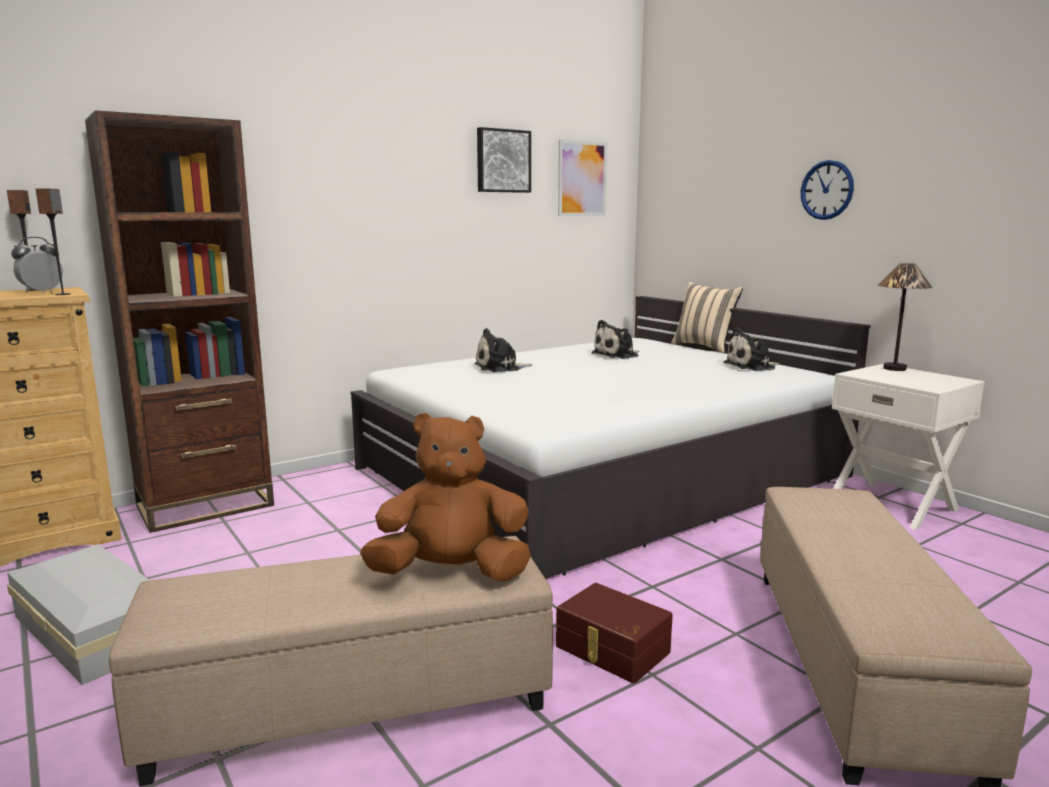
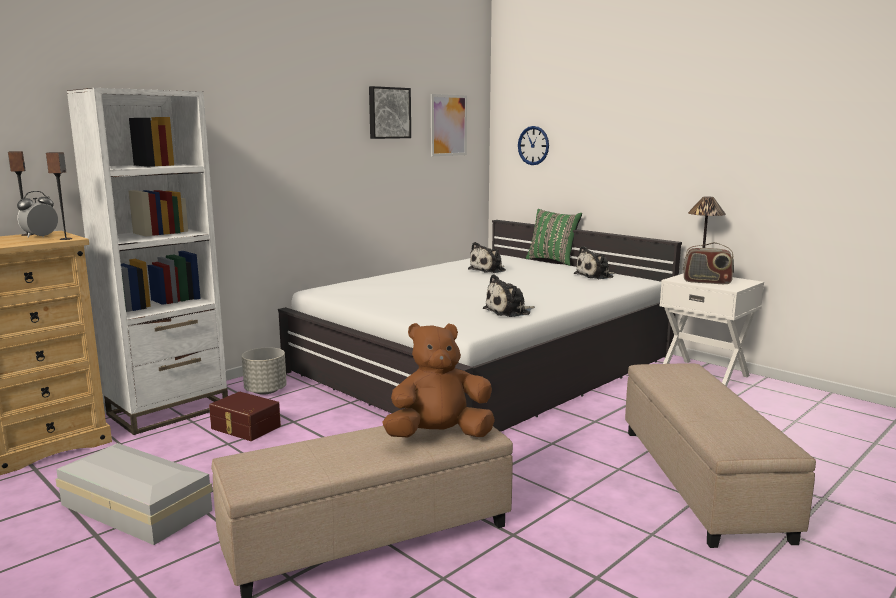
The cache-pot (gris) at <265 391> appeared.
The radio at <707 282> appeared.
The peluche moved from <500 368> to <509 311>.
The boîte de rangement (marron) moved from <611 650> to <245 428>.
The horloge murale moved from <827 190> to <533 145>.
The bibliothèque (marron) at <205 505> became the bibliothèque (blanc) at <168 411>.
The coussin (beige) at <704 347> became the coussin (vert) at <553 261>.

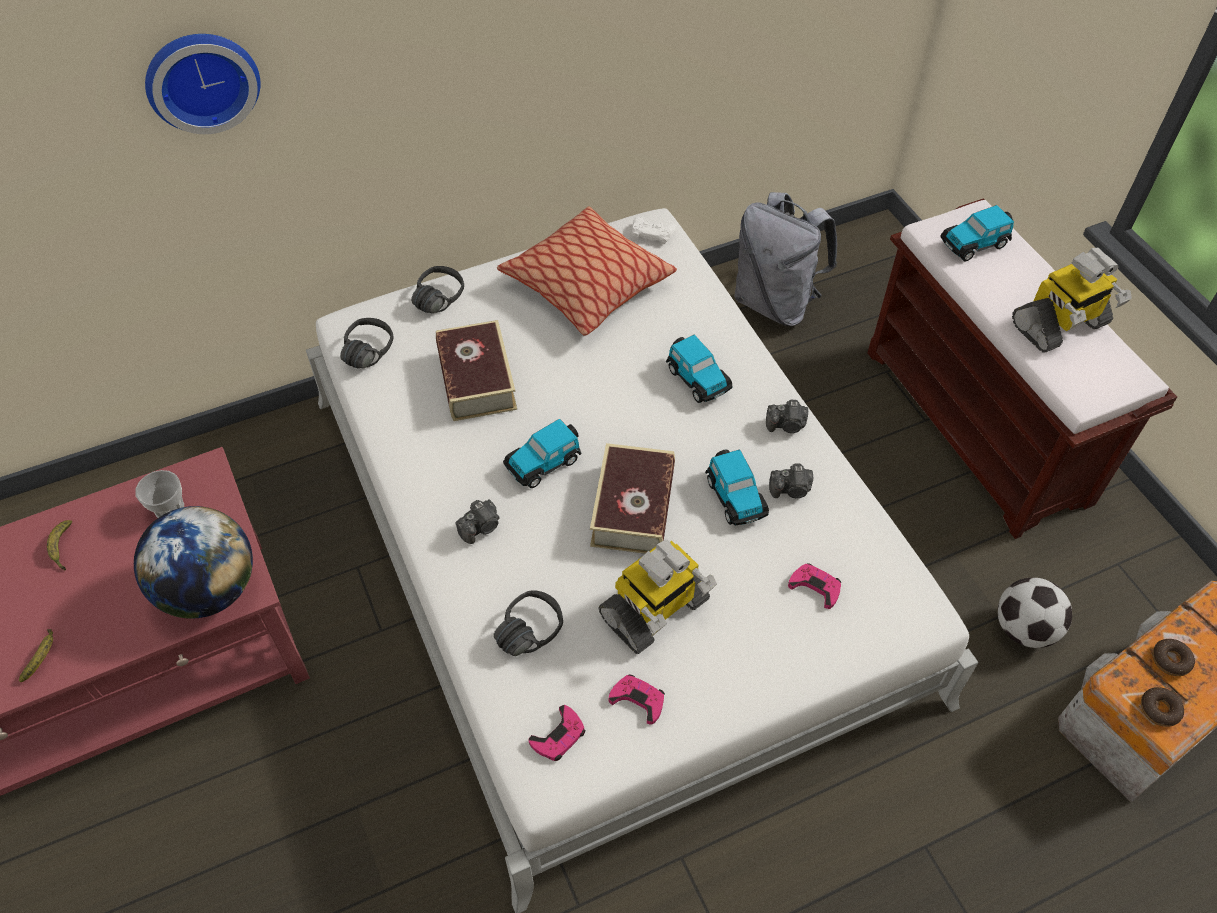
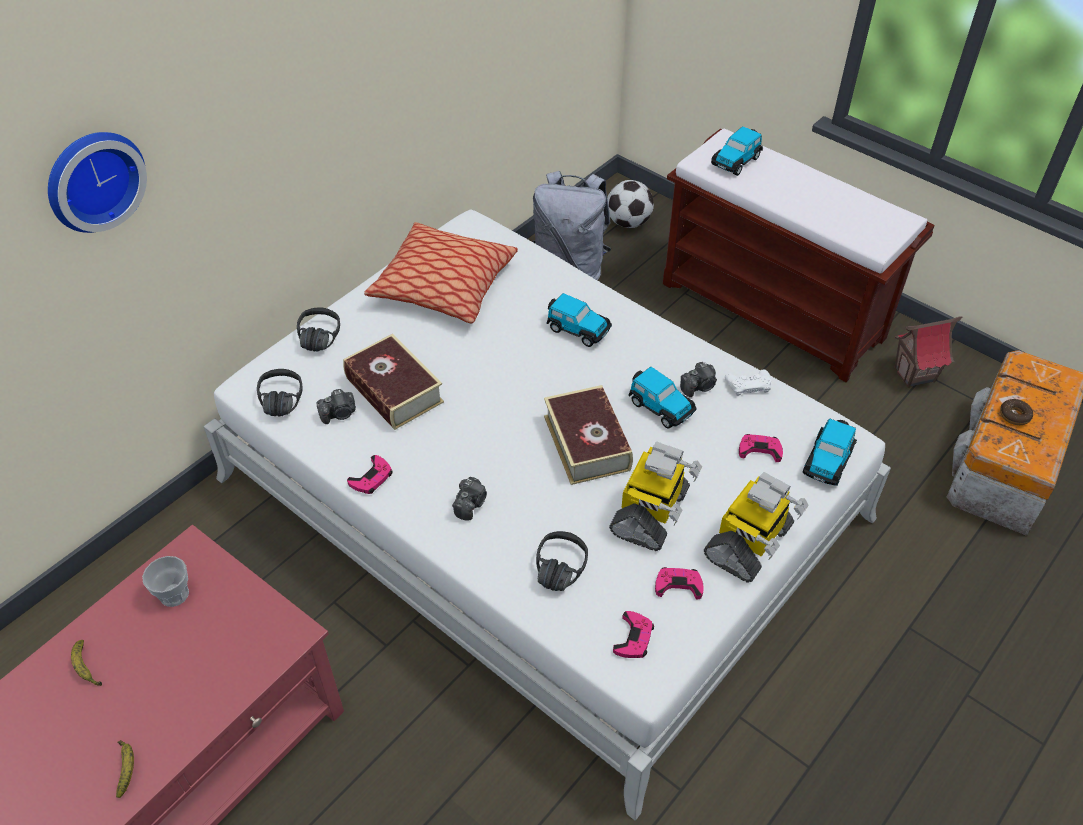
The globe at <210 590> disappeared.
The beignet at <1159 709> disappeared.
The manette (rose) at <371 478> appeared.
The maison miniature at <914 375> appeared.
The petite voiture moved from <544 462> to <827 461>.
The manette (blanc) moved from <652 233> to <748 385>.
The appareil photo moved from <786 425> to <339 414>.
The ballon de foot moved from <1024 629> to <628 222>.
The robot jouet moved from <1059 325> to <749 544>.

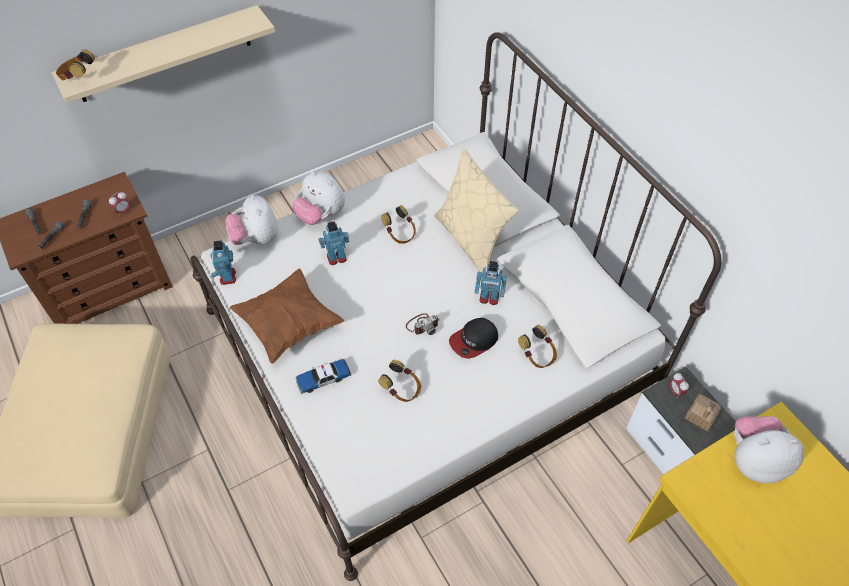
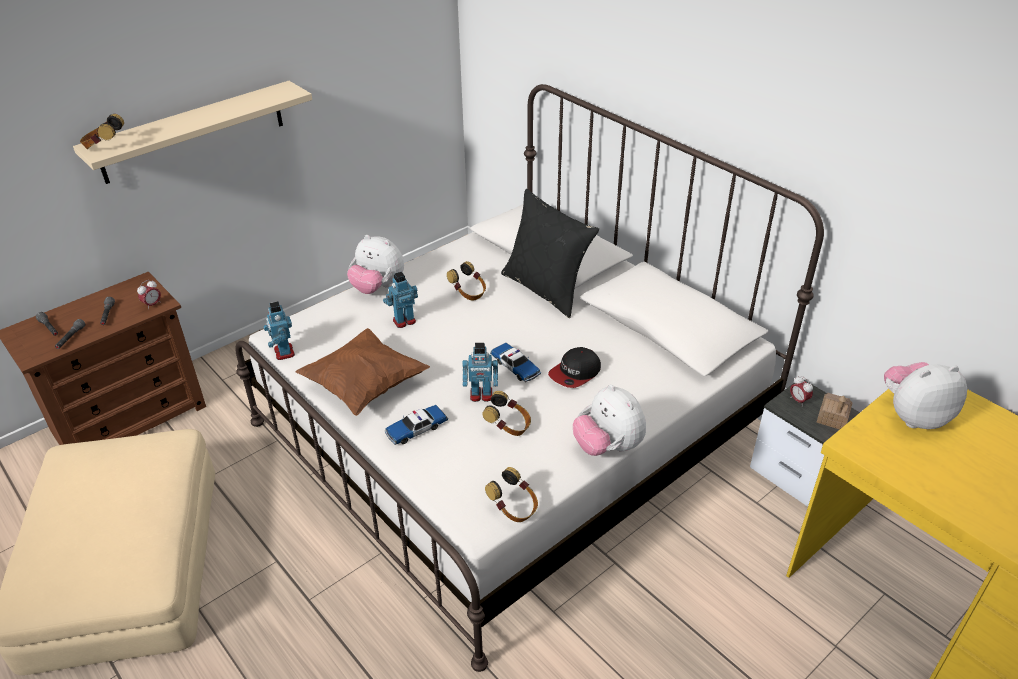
The peluche moved from <256 239> to <608 447>.
The robot jouet moved from <489 298> to <481 395>.
The casque audio moved from <537 355> to <514 508>.
The appareil photo at <422 325> was replaced by the petite voiture at <515 367>.
The coussin (beige) at <471 239> became the coussin (noir) at <546 289>.

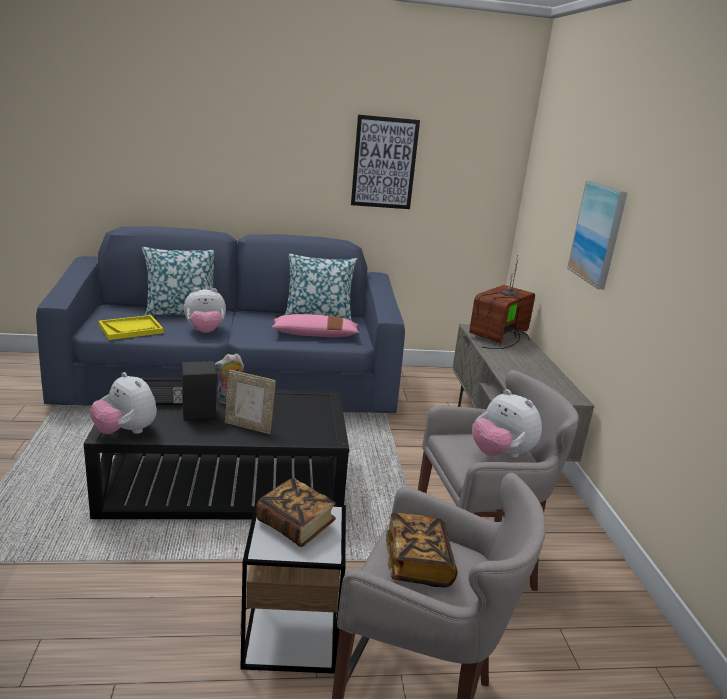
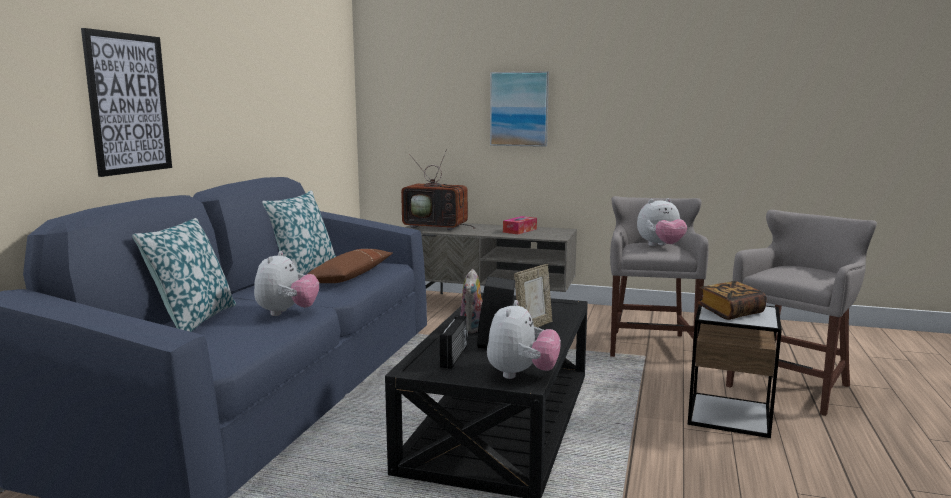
The plateau (jaune) at <131 329> disappeared.
The livre at <417 564> disappeared.
The boîte à mouchoirs at <520 230> appeared.
The tableau moved from <384 163> to <128 103>.
The coussin (rose) at <315 335> became the coussin (marron) at <350 277>.
The peluche at <126 431> turned 45 degrees counterclockwise.
The téléviseur at <499 337> turned 45 degrees counterclockwise.

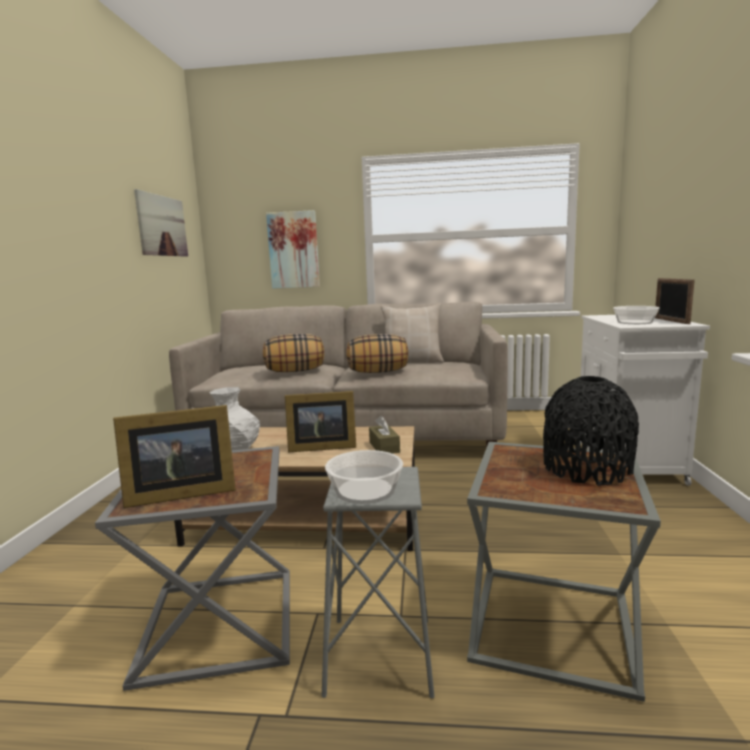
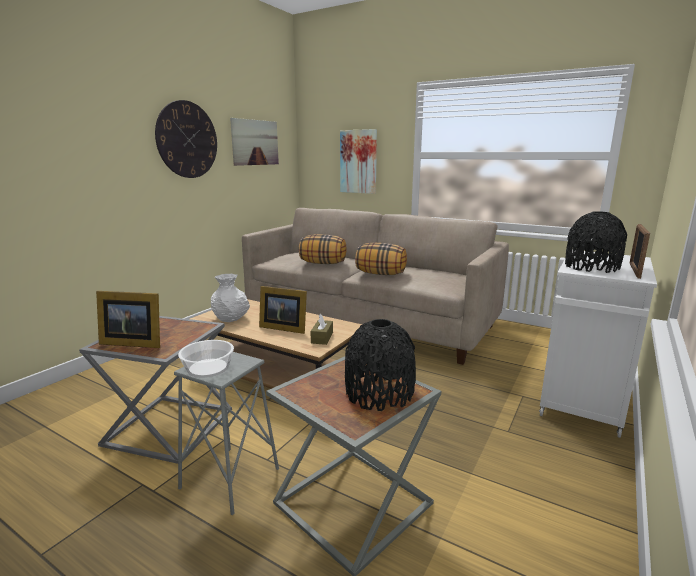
The coussin (beige) at <412 362> disappeared.
The horloge murale at <187 140> appeared.
The bol at <635 322> was replaced by the vase (noir) at <591 267>.

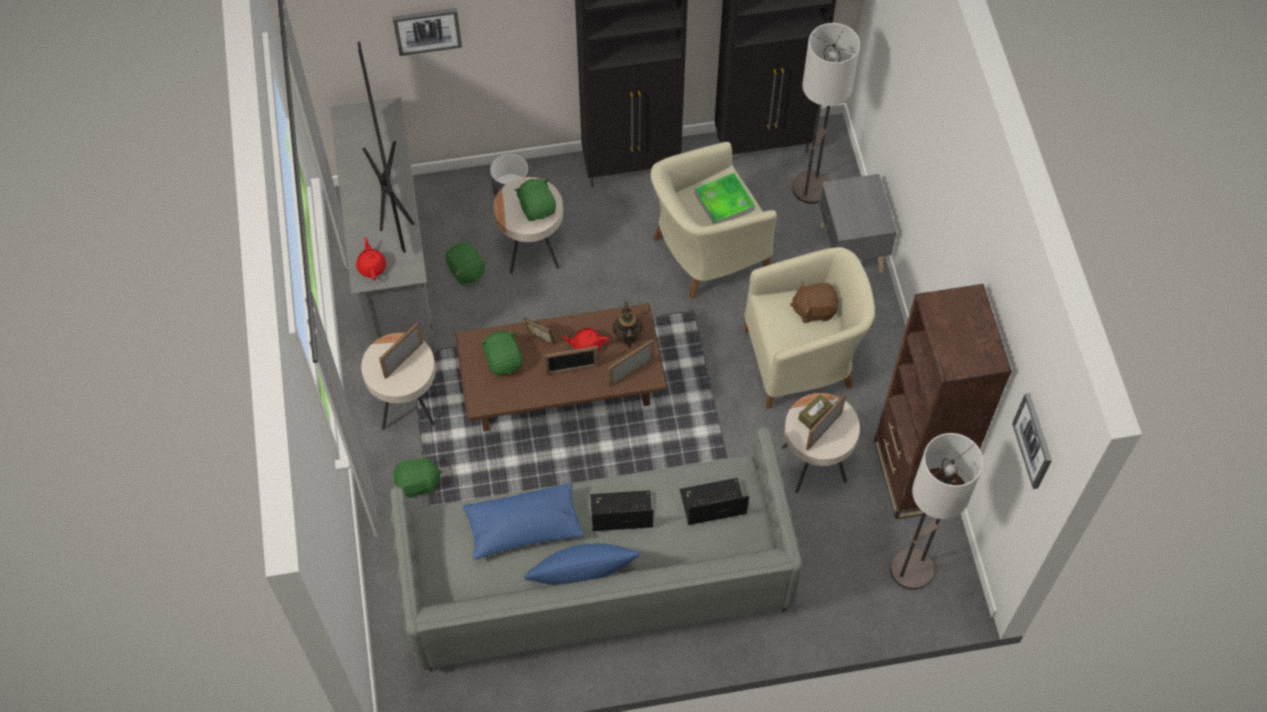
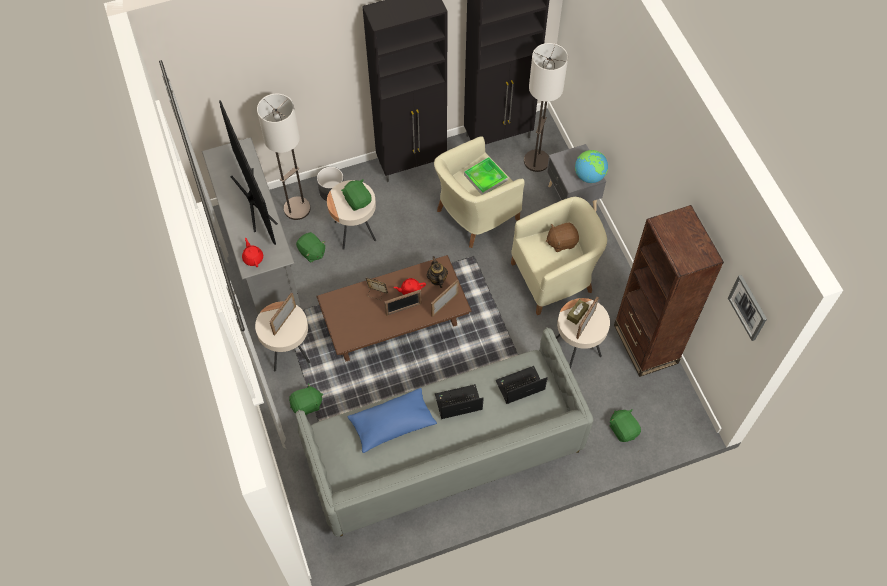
The tableau at <427 30> disappeared.
The coussin (bleu) at <581 574> disappeared.
The globe at <589 176> appeared.
The peluche (vert) moved from <504 360> to <623 429>.
The lampadaire moved from <911 569> to <297 208>.

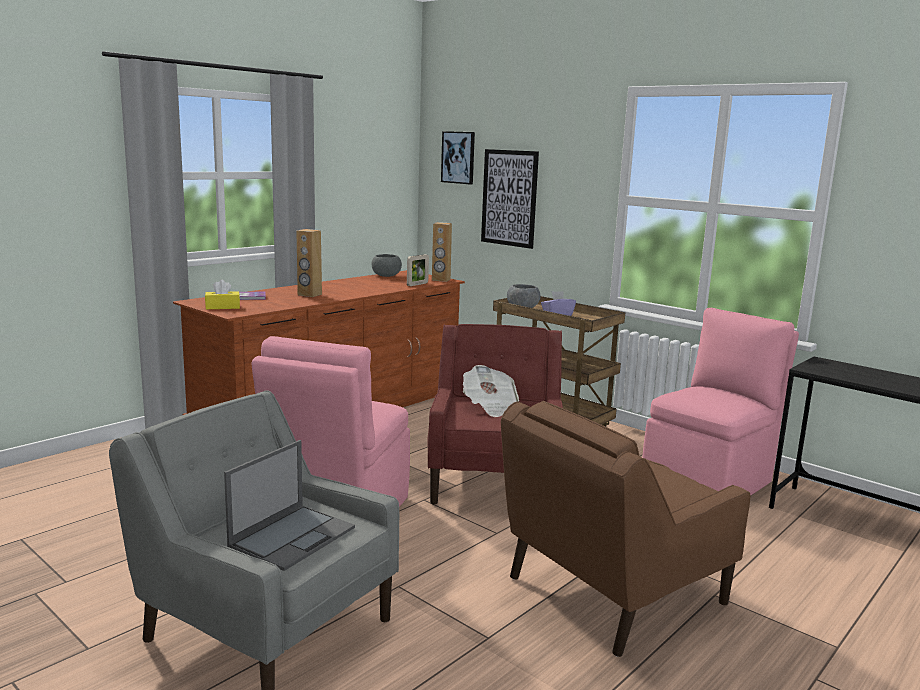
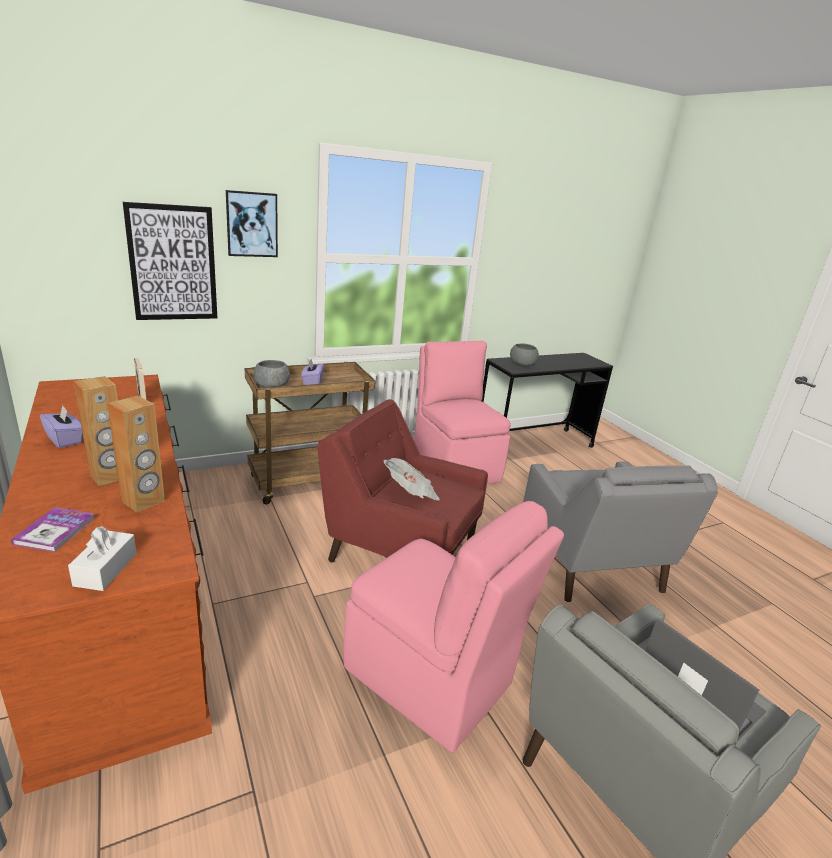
The boîte à mouchoirs (violet) at <65 439> appeared.
The bol (gris) moved from <386 276> to <522 365>.
The enceinte (marron) moved from <441 280> to <143 501>.
The tableau moved from <458 157> to <252 224>.
The boîte à mouchoirs (jaune) at <222 307> became the boîte à mouchoirs (blanc) at <105 569>.
The fauteuil (marron) at <612 592> became the fauteuil (gris) at <589 564>.

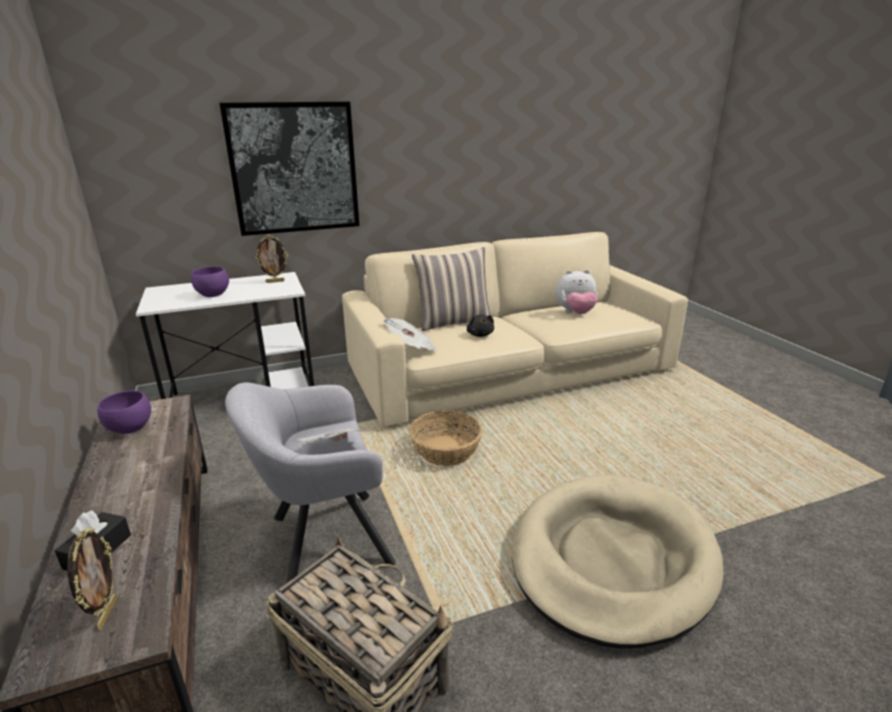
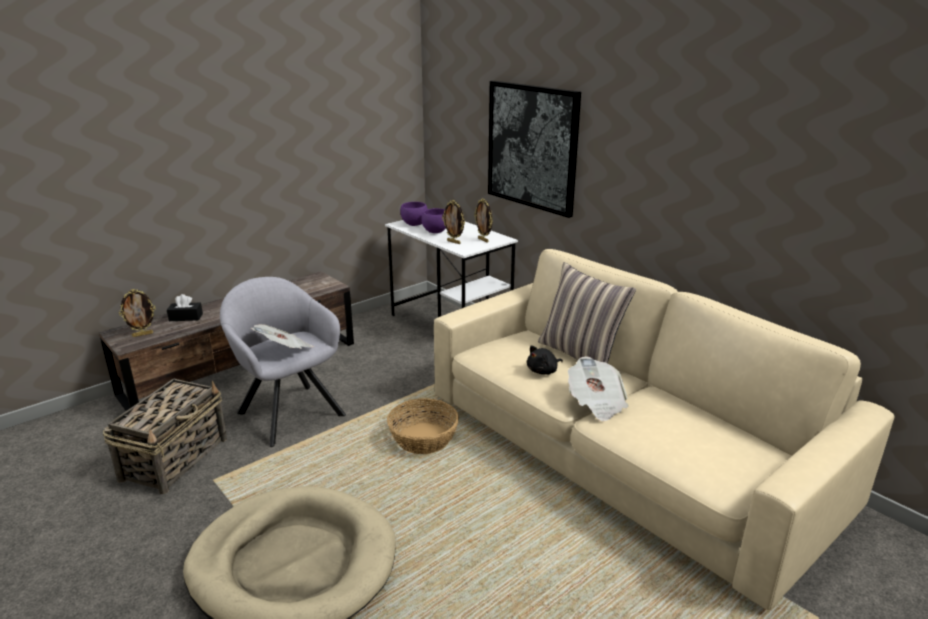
The peluche at <575 313> disappeared.
The cadre photo at <454 242> appeared.
The bol (violet) moved from <130 429> to <414 224>.
The journal moved from <411 347> to <596 403>.

